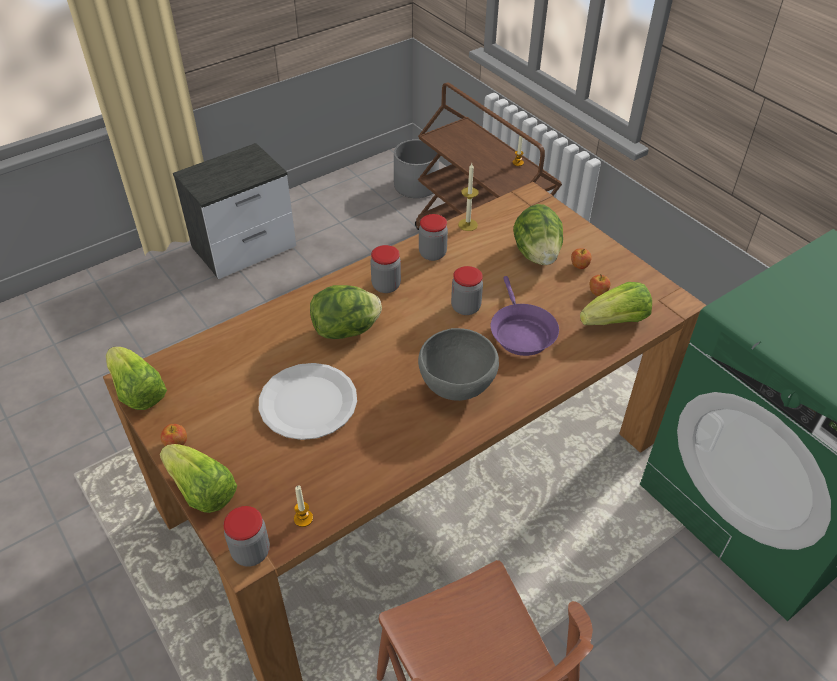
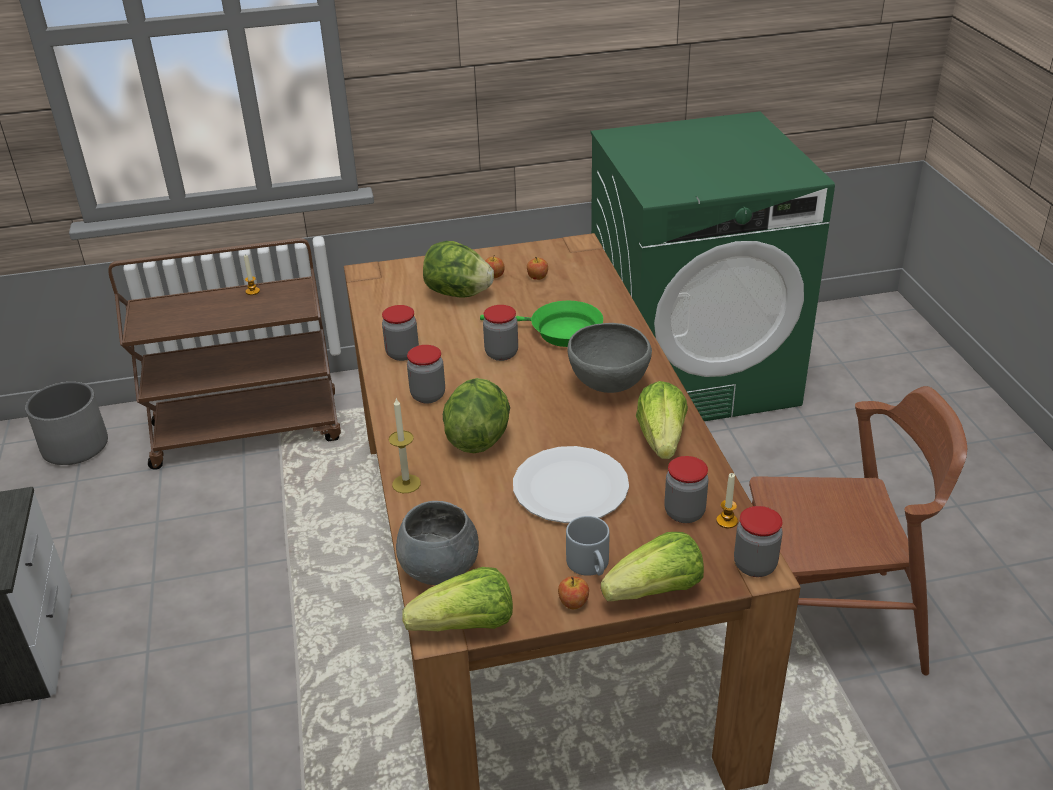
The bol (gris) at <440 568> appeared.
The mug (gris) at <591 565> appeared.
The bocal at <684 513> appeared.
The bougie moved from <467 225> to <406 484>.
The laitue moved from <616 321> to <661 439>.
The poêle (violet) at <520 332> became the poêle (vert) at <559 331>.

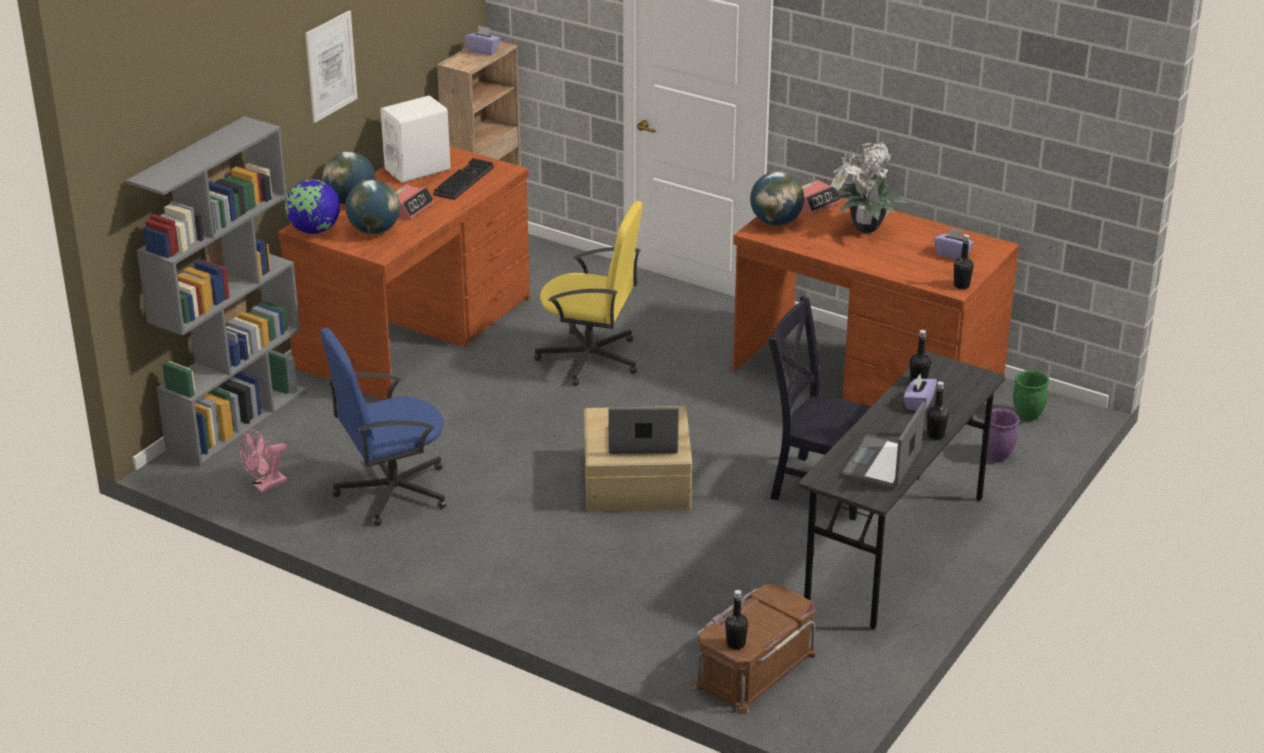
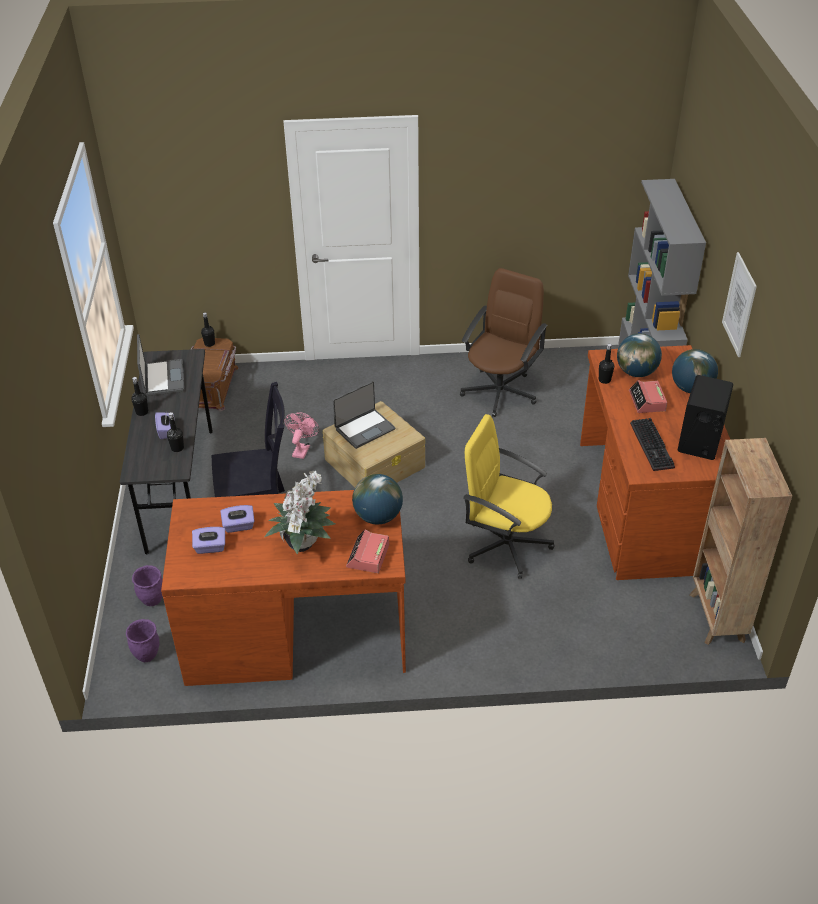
The globe at <314 231> disappeared.
The ventilateur (rose) moved from <266 486> to <302 449>.
The boîte à mouchoirs (violet) moved from <483 50> to <239 526>.
The bouteille (noir) moved from <961 285> to <604 380>.
The chaise de bureau (bleu) at <391 491> became the chaise de bureau (marron) at <500 391>.
The enceinte (blanc) at <418 169> became the enceinte (noir) at <700 441>.
The cache-pot (vert) at <1027 415> became the cache-pot (violet) at <147 655>.
The chaise de bureau (jaune) at <591 359> turned 45 degrees clockwise.

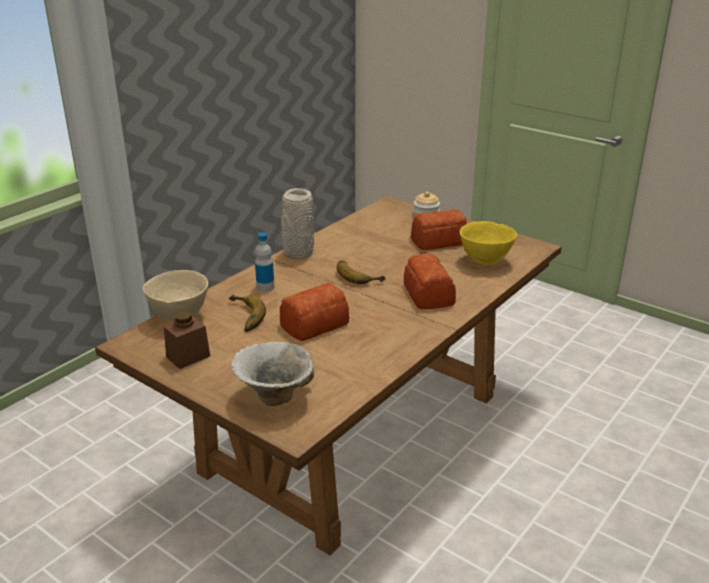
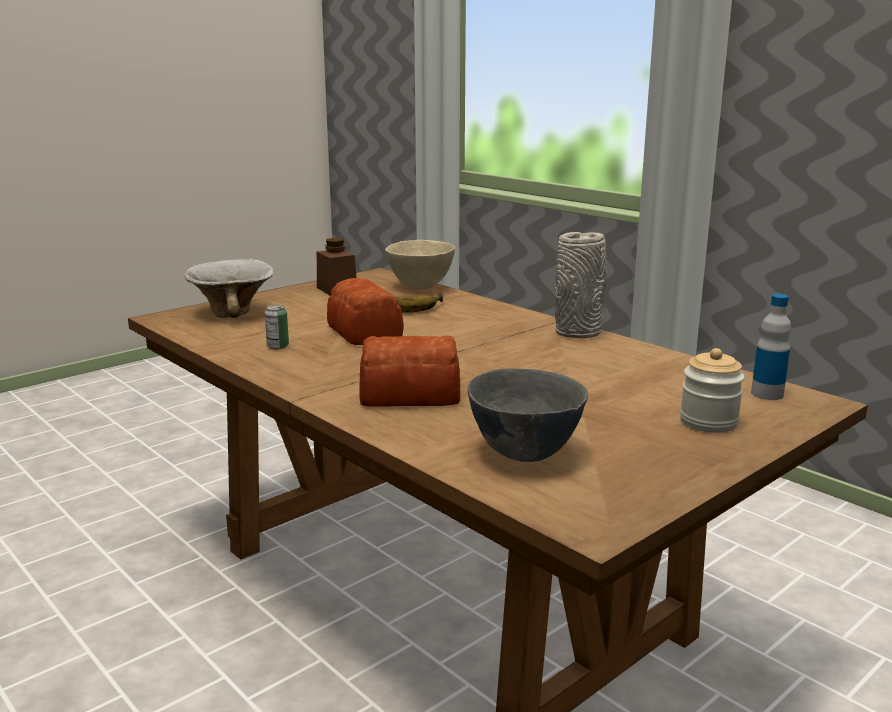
The banane at <359 274> disappeared.
The pain at <440 241> disappeared.
The boîte métallique at <278 346> appeared.
The bouteille moved from <265 287> to <767 394>.
The bol (jaune) at <485 261> became the bol (gris) at <526 454>.

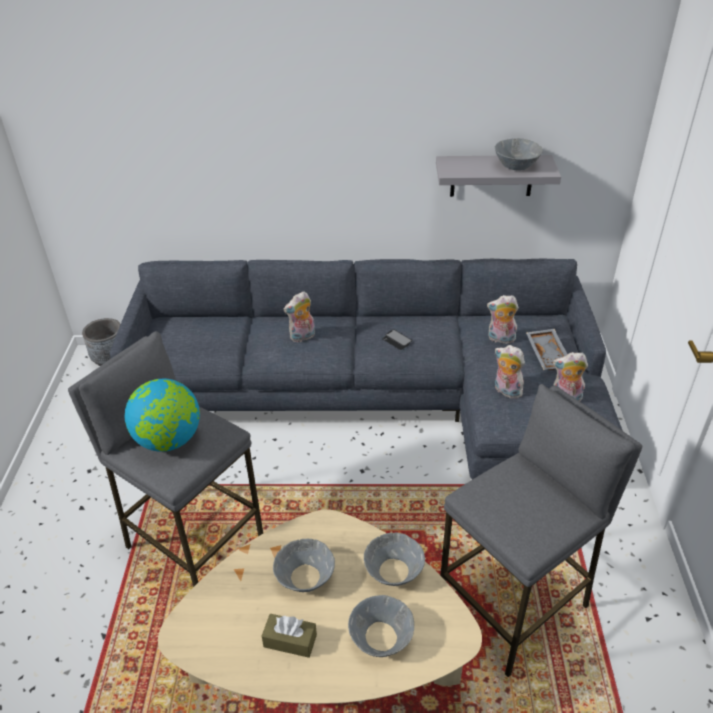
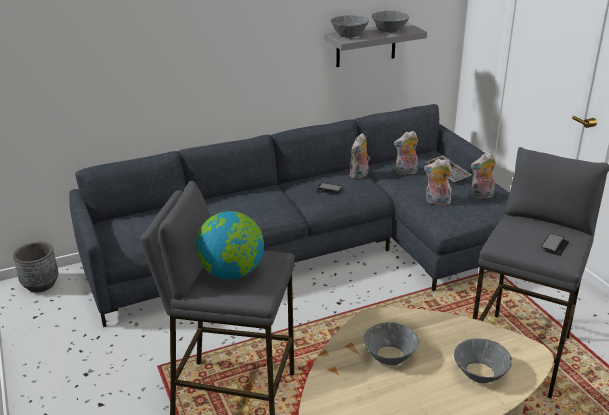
The boîte à mouchoirs (marron) at <290 640> disappeared.
The téléphone at <554 245> appeared.
The peluche moved from <302 337> to <359 175>.
The bol (gris) moved from <394 571> to <349 35>.

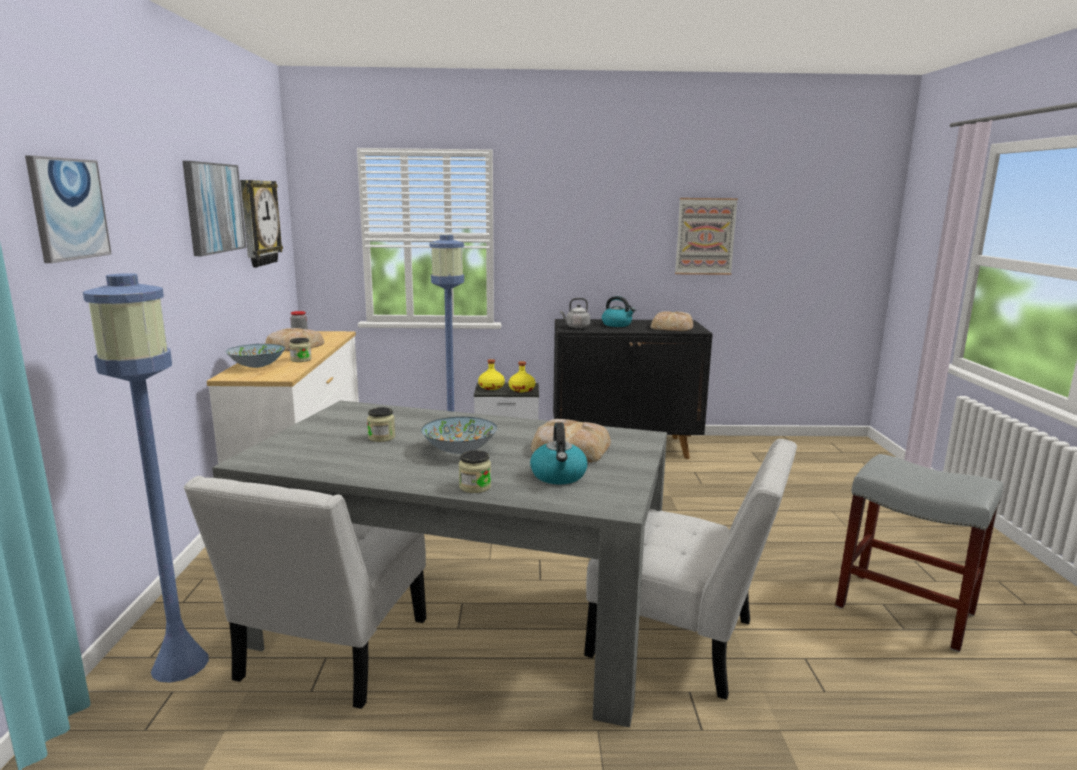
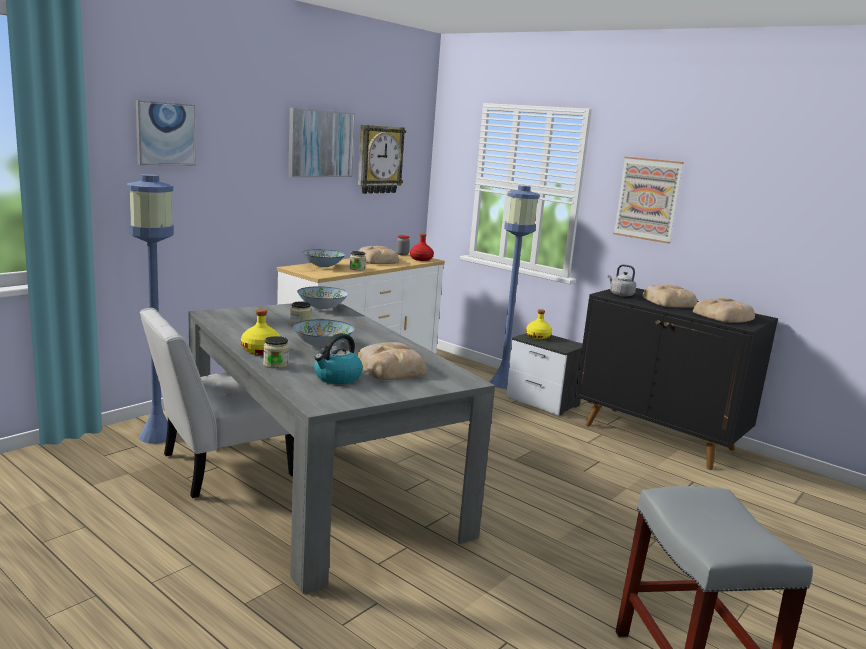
The chaise (blanc) at <682 642> disappeared.
The bol at <322 307> appeared.
The bouteille (rouge) at <421 259> appeared.
The bouteille (jaune) moved from <522 389> to <261 350>.
The tableau moved from <705 236> to <647 199>.
The bouilloire at <617 325> was replaced by the pain at <669 302>.

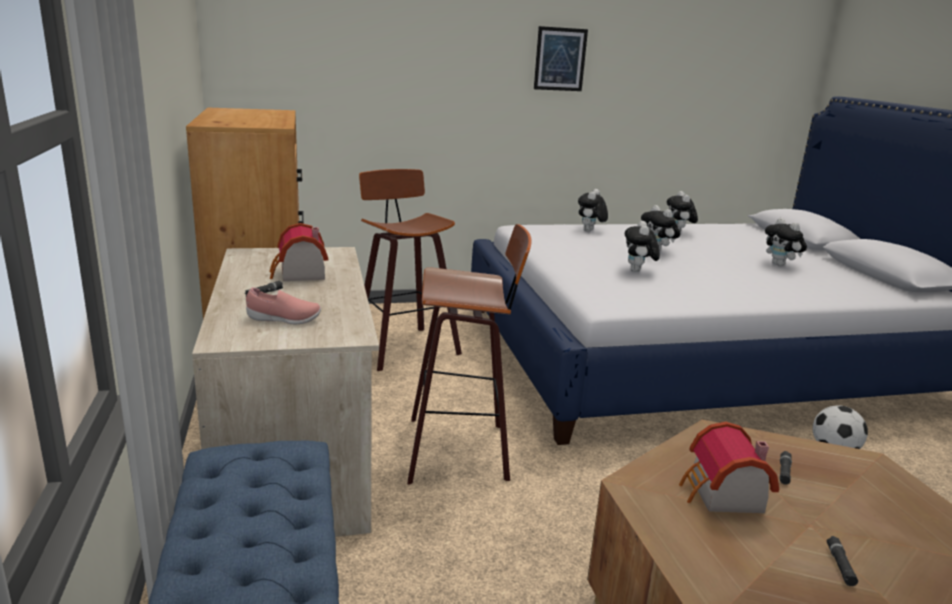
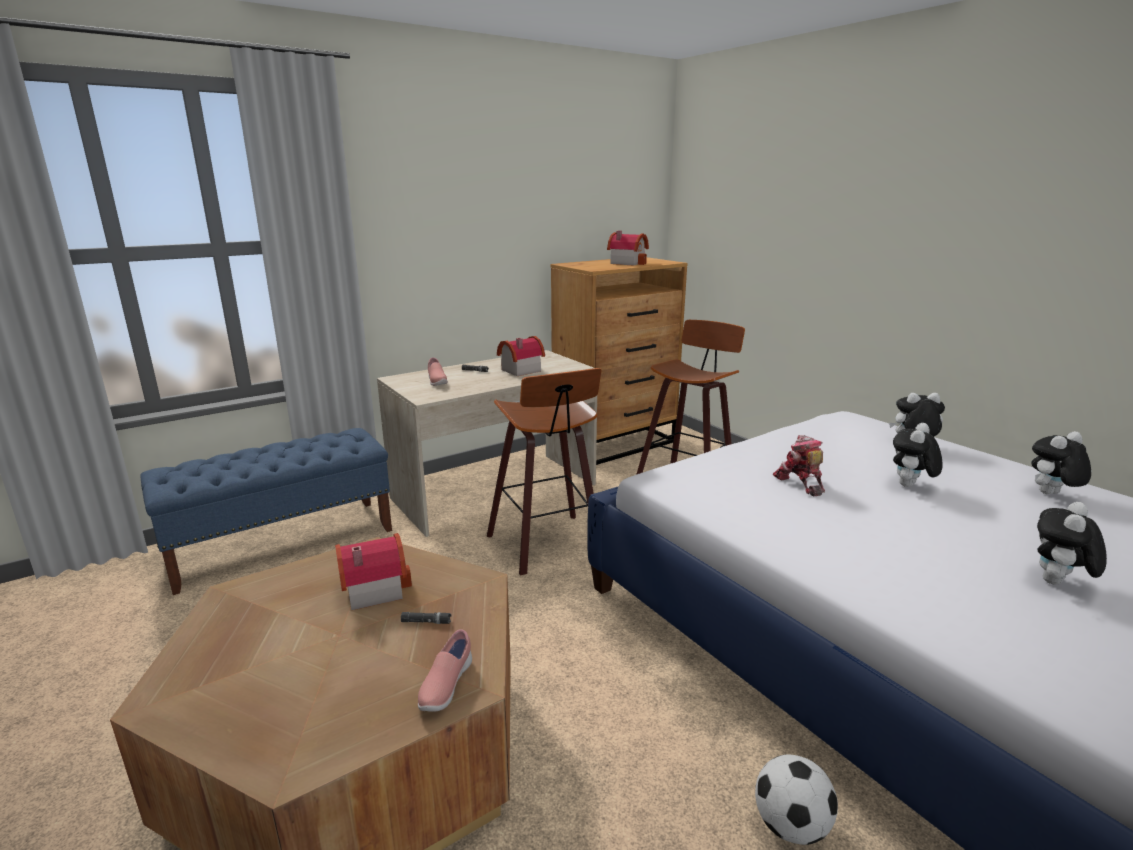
The tableau at <560 59> disappeared.
The lampe de poche (noir) at <840 565> disappeared.
The chaussure (rose) at <445 686> appeared.
The maison miniature at <627 263> appeared.
The peluche at <638 271> was replaced by the robot jouet at <800 483>.

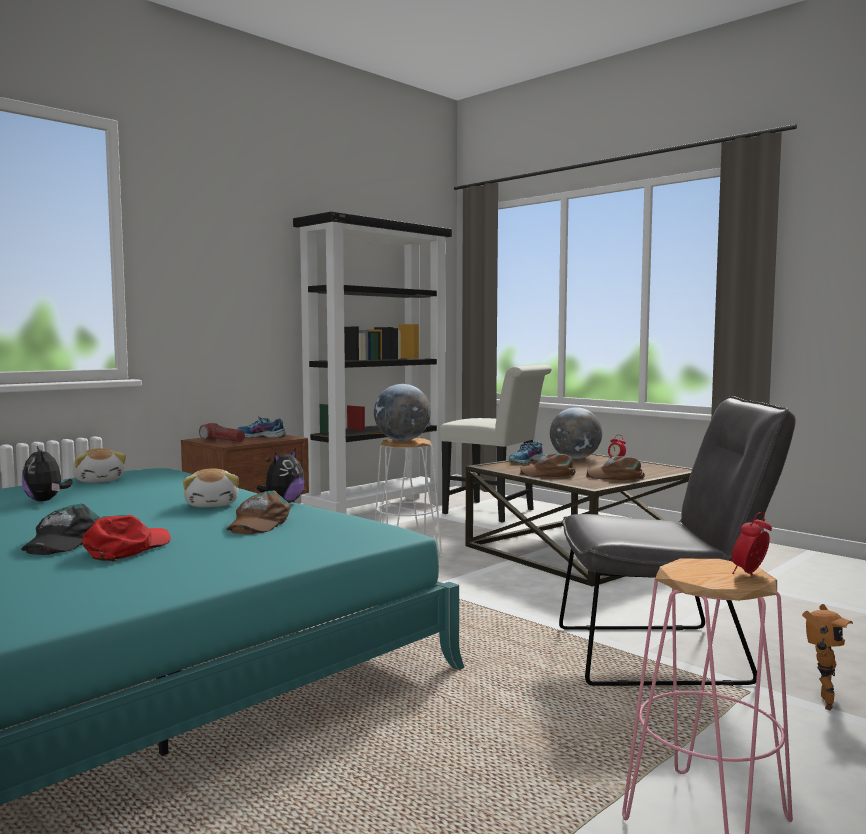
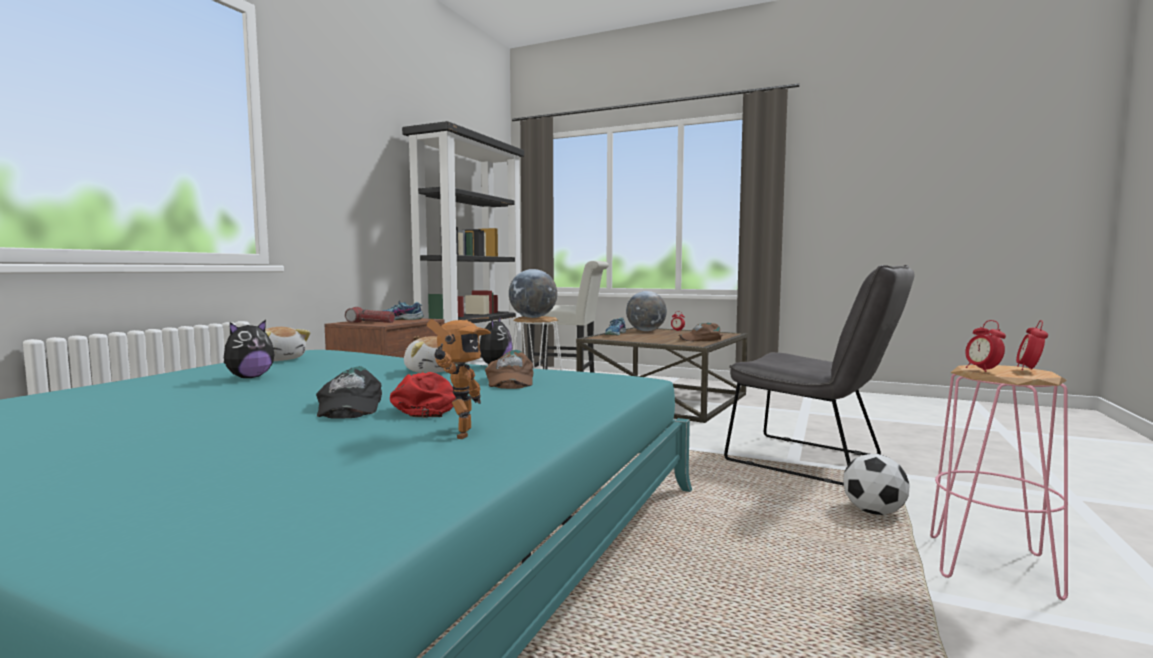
The casquette (marron) at <548 474> disappeared.
The ballon de foot at <874 512> appeared.
The réveil at <983 370> appeared.
The robot jouet moved from <821 702> to <458 433>.
The peluche at <46 500> turned 90 degrees counterclockwise.
The chaise (gris) at <665 655> turned 60 degrees clockwise.

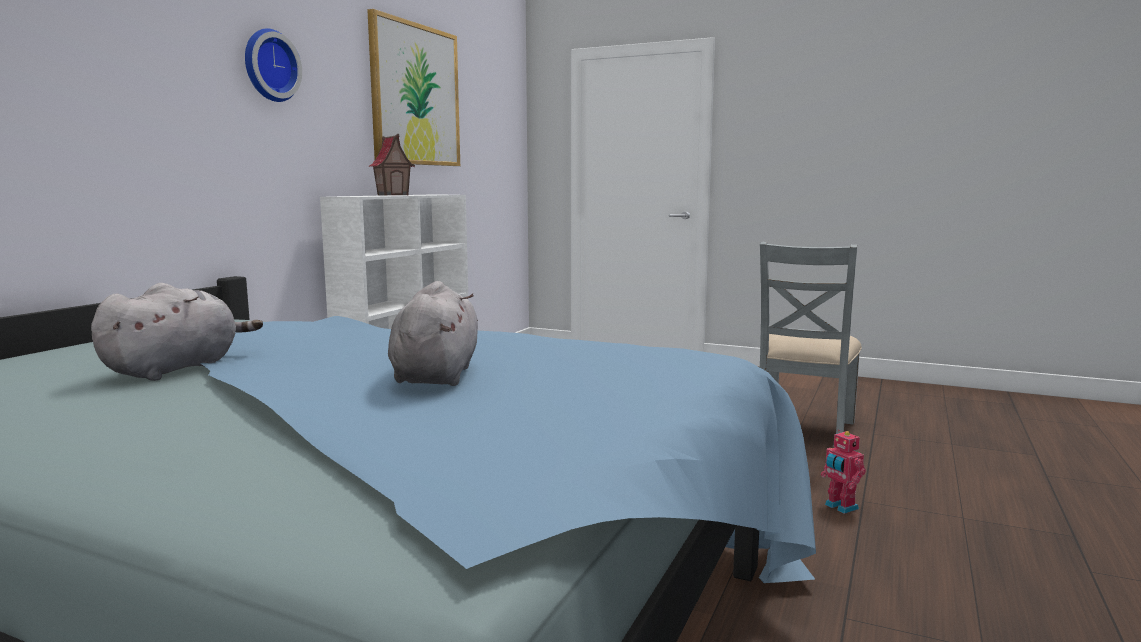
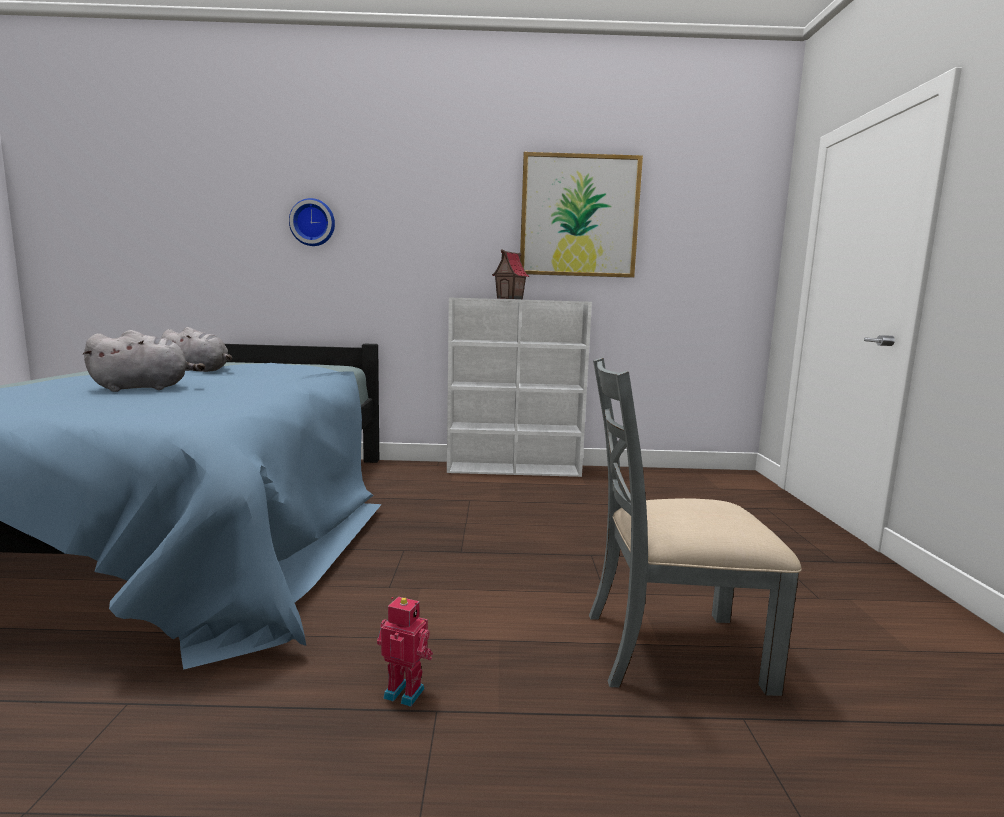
The horloge murale moved from <268 66> to <313 223>.
The robot jouet at <840 507> turned 75 degrees clockwise.

